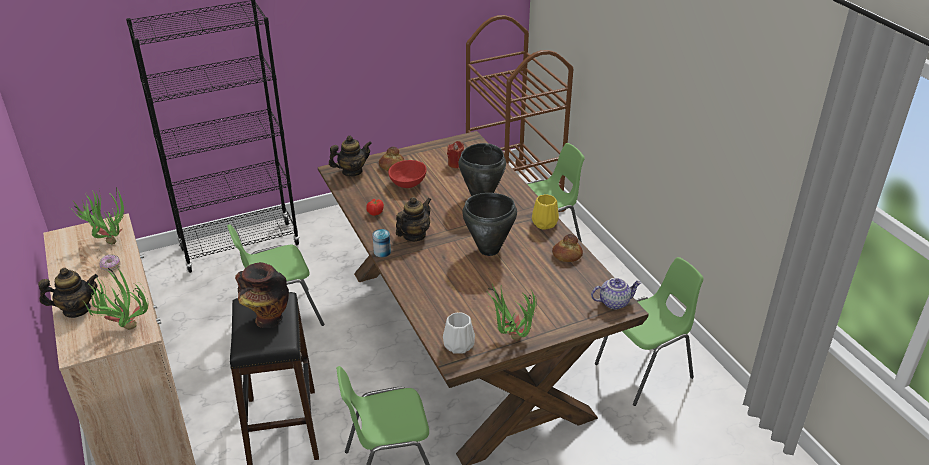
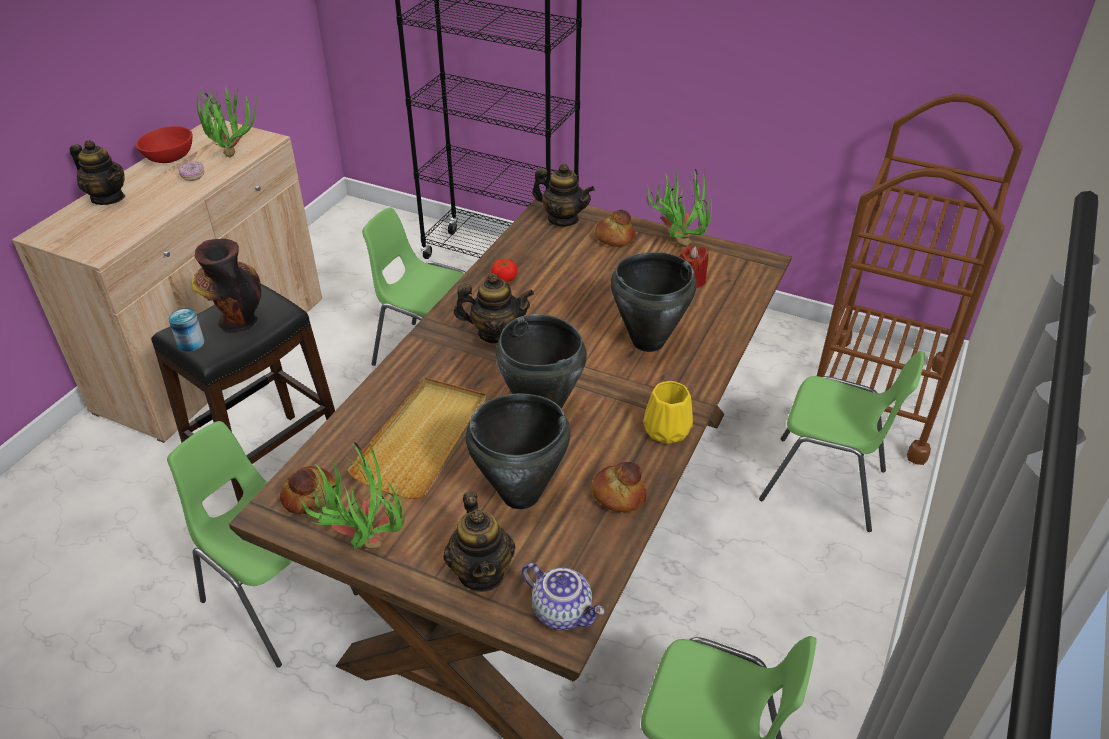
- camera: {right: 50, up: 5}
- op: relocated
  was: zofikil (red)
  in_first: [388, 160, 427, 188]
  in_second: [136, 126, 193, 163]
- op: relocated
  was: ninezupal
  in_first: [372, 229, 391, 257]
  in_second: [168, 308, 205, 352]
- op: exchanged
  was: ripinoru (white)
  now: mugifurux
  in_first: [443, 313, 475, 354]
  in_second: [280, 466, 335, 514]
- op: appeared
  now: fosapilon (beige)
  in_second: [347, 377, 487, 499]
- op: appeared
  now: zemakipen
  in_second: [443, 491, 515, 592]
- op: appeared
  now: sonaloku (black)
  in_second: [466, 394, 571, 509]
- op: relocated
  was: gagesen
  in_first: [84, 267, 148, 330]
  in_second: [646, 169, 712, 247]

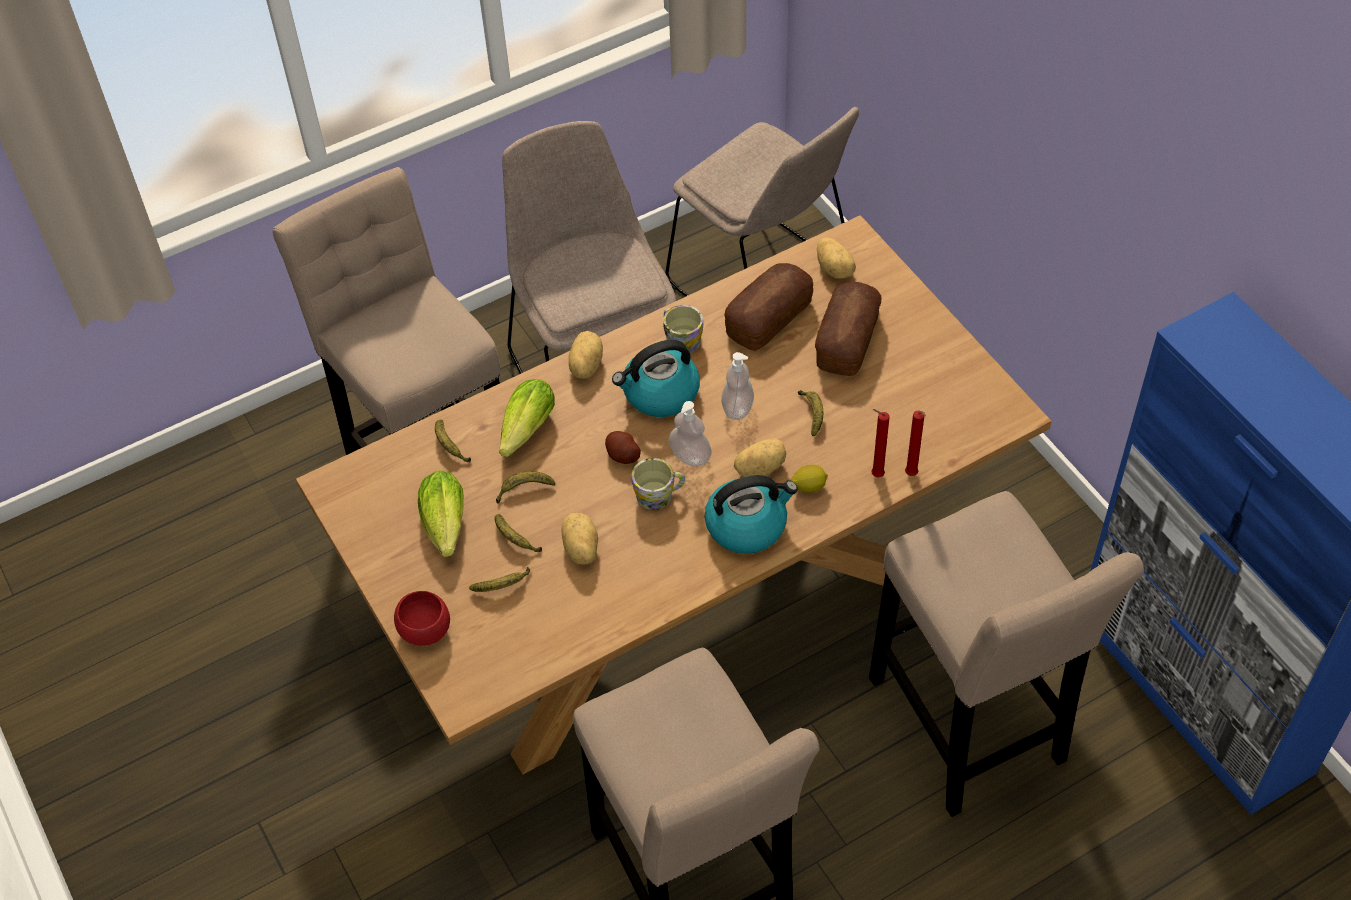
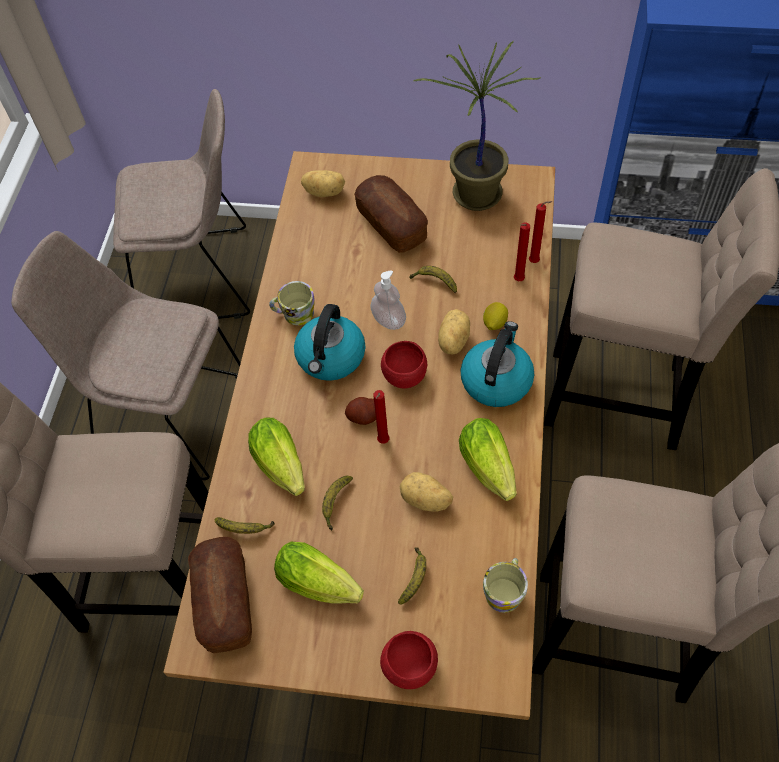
- camera: {right: -50, up: 5}
- op: relocated
  was: mugifurux
  in_first: [724, 263, 813, 351]
  in_second: [188, 537, 252, 653]
- op: appeared
  now: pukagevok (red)
  in_second: [373, 390, 389, 444]
- op: exchanged
  was: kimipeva
  now: zofikil (red)
  in_first: [669, 401, 712, 466]
  in_second: [381, 341, 427, 389]
- op: appeared
  now: gagesen
  in_second: [413, 41, 541, 211]
- op: appeared
  now: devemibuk
  in_second: [459, 418, 517, 501]
- op: relocated
  was: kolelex
  in_first: [632, 458, 685, 510]
  in_second: [483, 558, 528, 613]
- op: missing
  was: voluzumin
  in_first: [495, 514, 542, 552]
- op: missing
  was: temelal
  in_first: [569, 331, 603, 379]

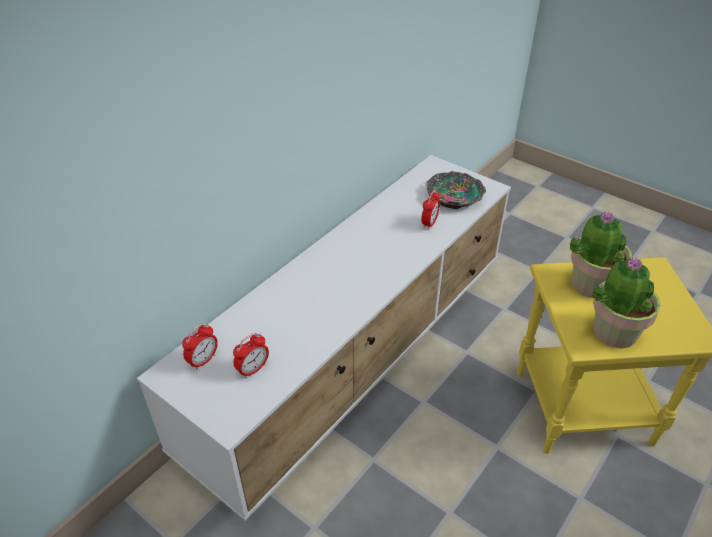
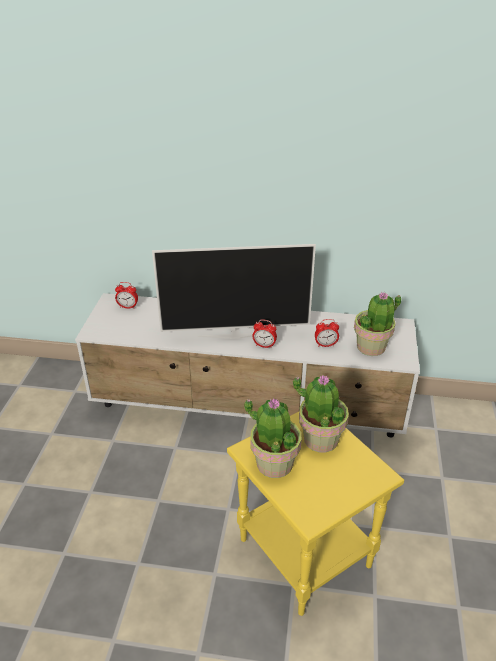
- camera: {right: 60, up: -5}
- op: appeared
  now: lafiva
  in_second: [152, 244, 316, 339]
- op: relocated
  was: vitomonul
  in_first: [233, 333, 269, 379]
  in_second: [252, 319, 277, 349]
- op: exchanged
  was: zofikil
  now: gagesen
  in_first: [427, 171, 486, 209]
  in_second: [354, 292, 401, 356]

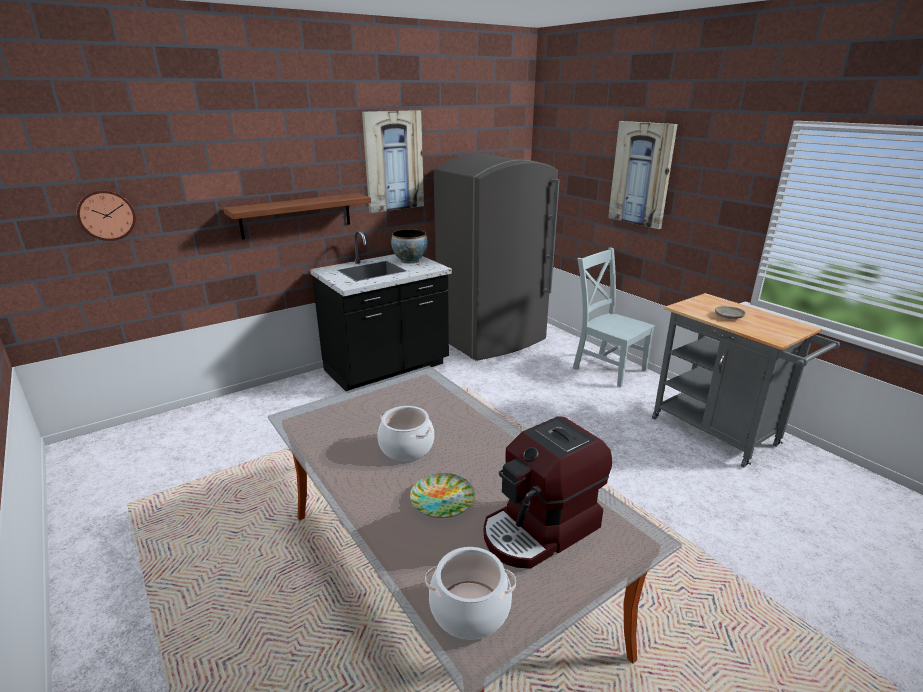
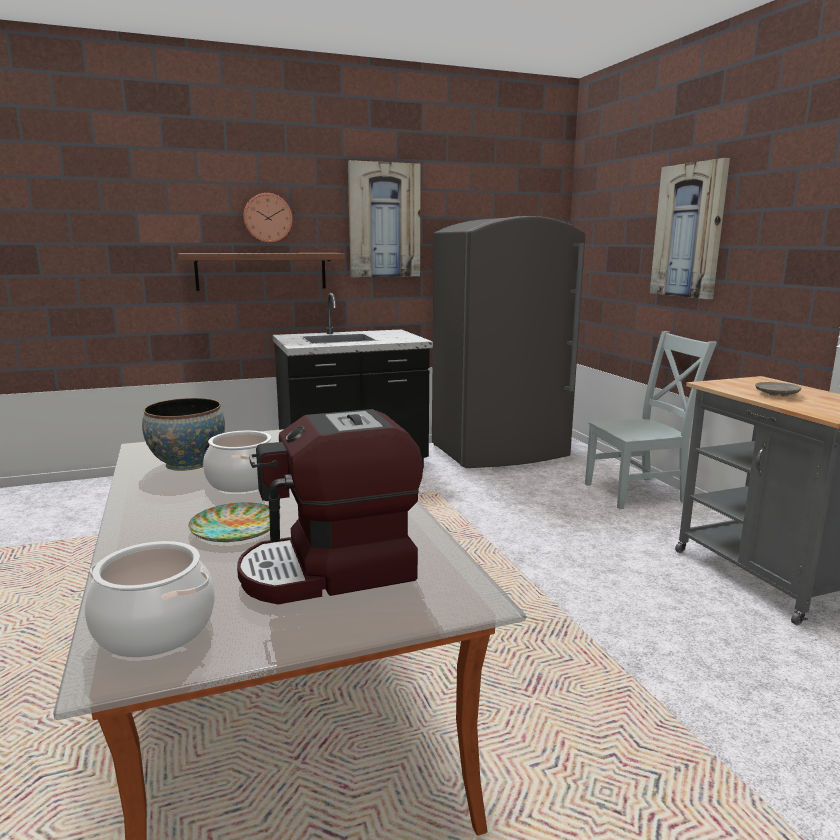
- camera: {right: 15, up: -10}
- op: relocated
  was: zofikil
  in_first: [391, 229, 427, 264]
  in_second: [142, 398, 225, 471]
- op: relocated
  was: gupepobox
  in_first: [76, 190, 136, 241]
  in_second: [243, 193, 293, 243]
- op: spun
  was: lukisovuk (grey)
  in_first: [573, 247, 655, 387]
  in_second: [585, 331, 717, 509]
  clockwise: 105

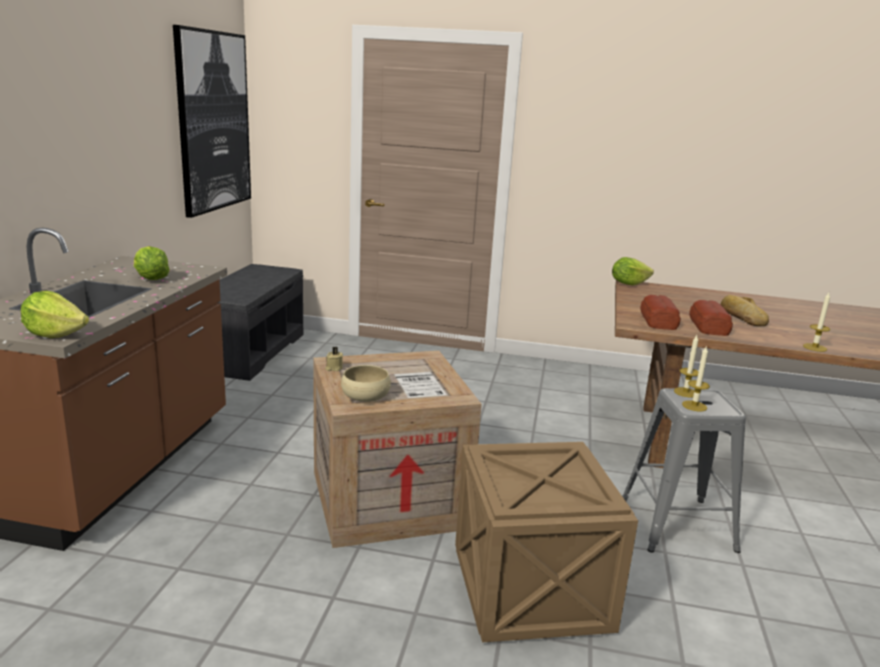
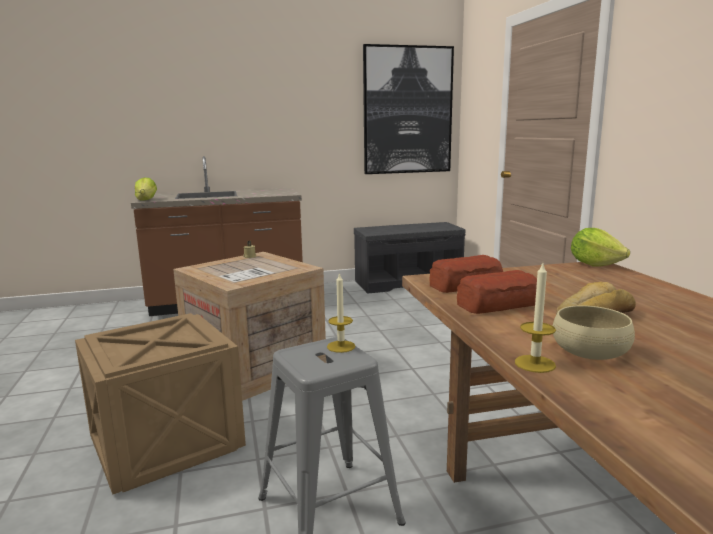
- camera: {right: 65, up: -5}
- op: relocated
  was: zofikil (beige)
  in_first: [341, 365, 391, 402]
  in_second: [553, 306, 635, 360]
- op: missing
  was: devemibuk
  in_first: [134, 246, 170, 280]
- op: missing
  was: pukagevok
  in_first: [682, 345, 710, 411]

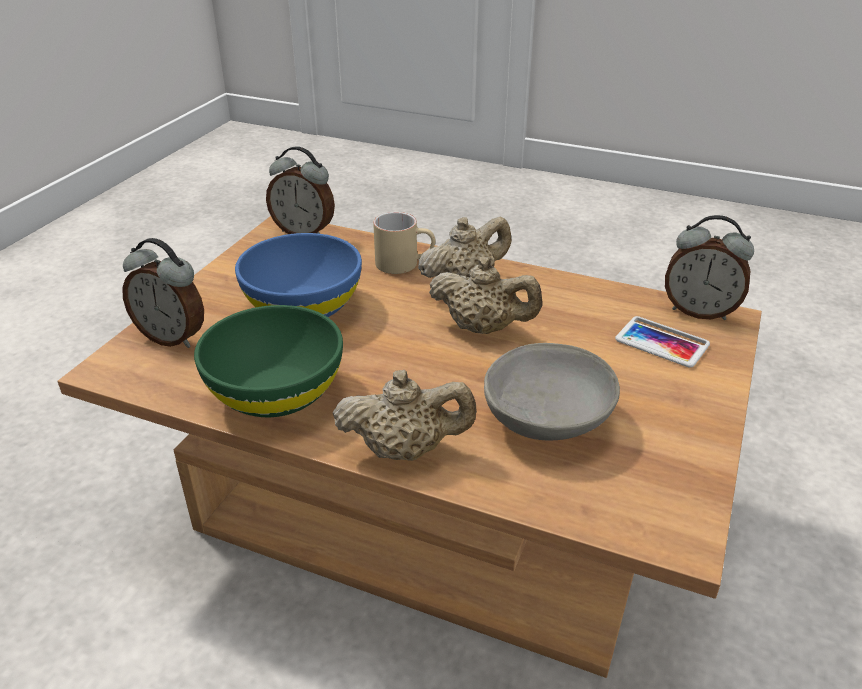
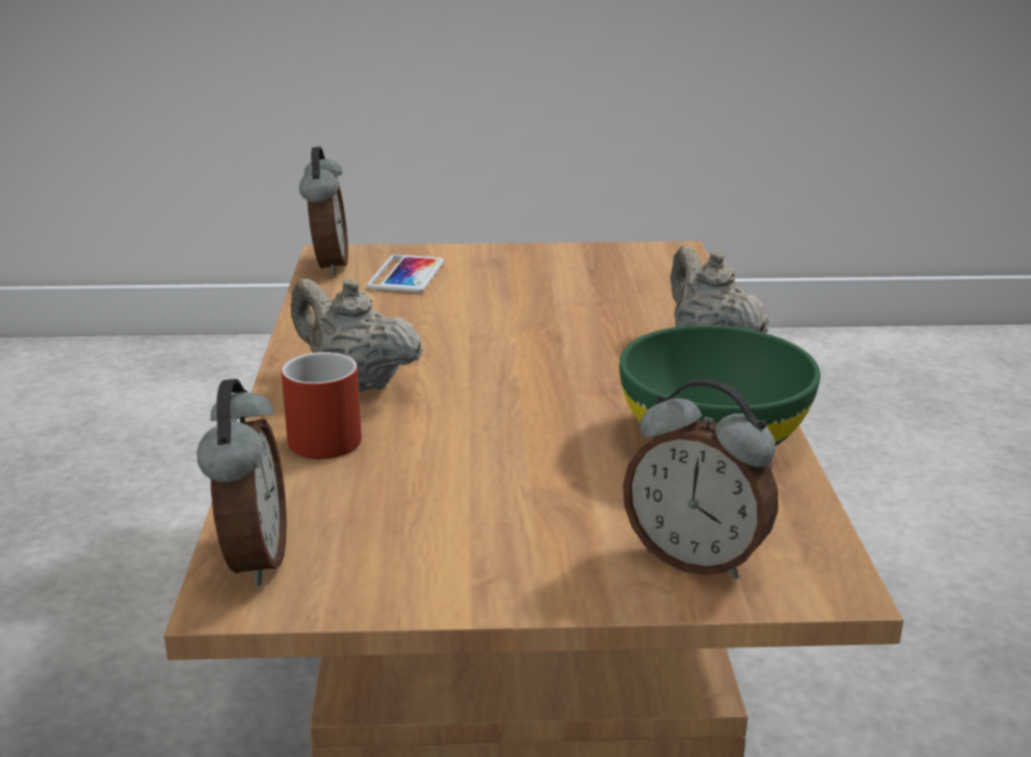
- camera: {right: -115, up: -10}
- op: colour
  was: kolelex (beige)
  now: kolelex (red)
  in_first: [373, 212, 436, 274]
  in_second: [281, 352, 362, 459]
- op: spun
  was: vitomonul
  in_first: [122, 238, 204, 348]
  in_second: [623, 379, 778, 580]
  clockwise: 120
- op: missing
  was: zofikil (blue)
  in_first: [235, 233, 362, 317]
- op: missing
  was: zemakipen (beige)
  in_first: [429, 257, 543, 334]
- op: missing
  was: zofikil (grey)
  in_first: [484, 343, 620, 440]

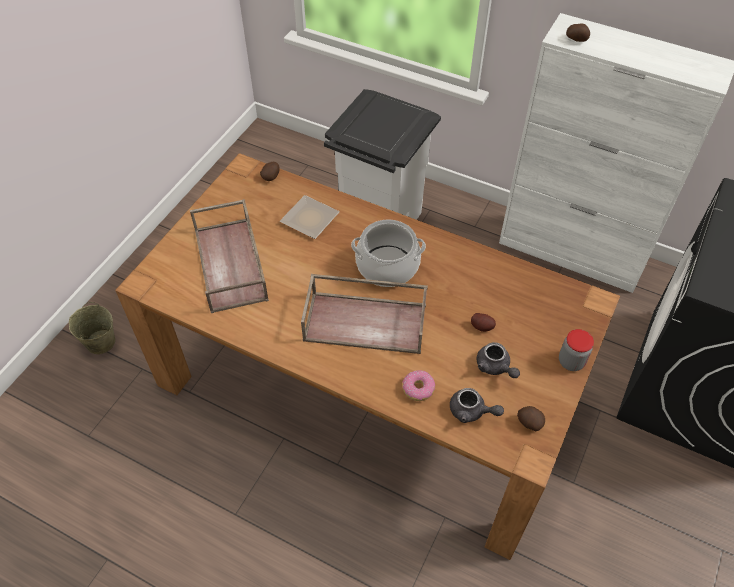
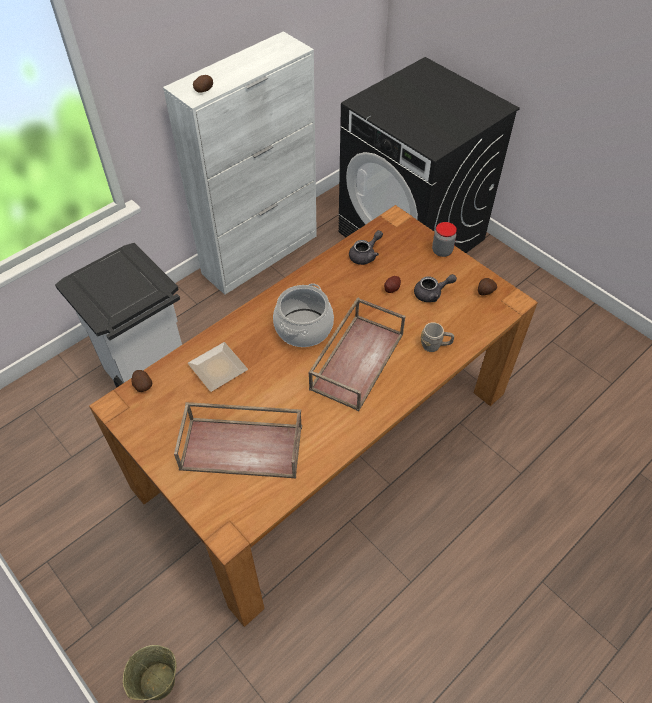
- camera: {right: -70, up: 0}
- op: relocated
  was: zemakipen (grey)
  in_first: [450, 388, 504, 423]
  in_second: [349, 230, 383, 265]
- op: exchanged
  was: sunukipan
  now: kolelex (grey)
  in_first: [402, 370, 435, 401]
  in_second: [421, 322, 454, 352]

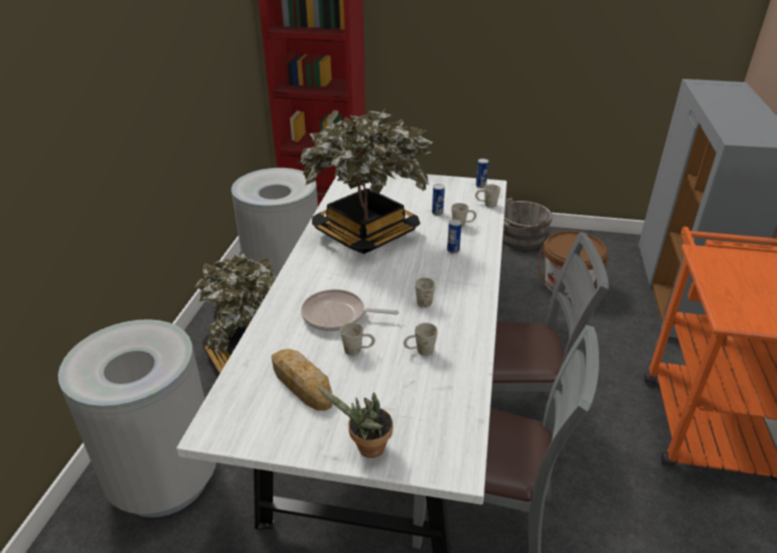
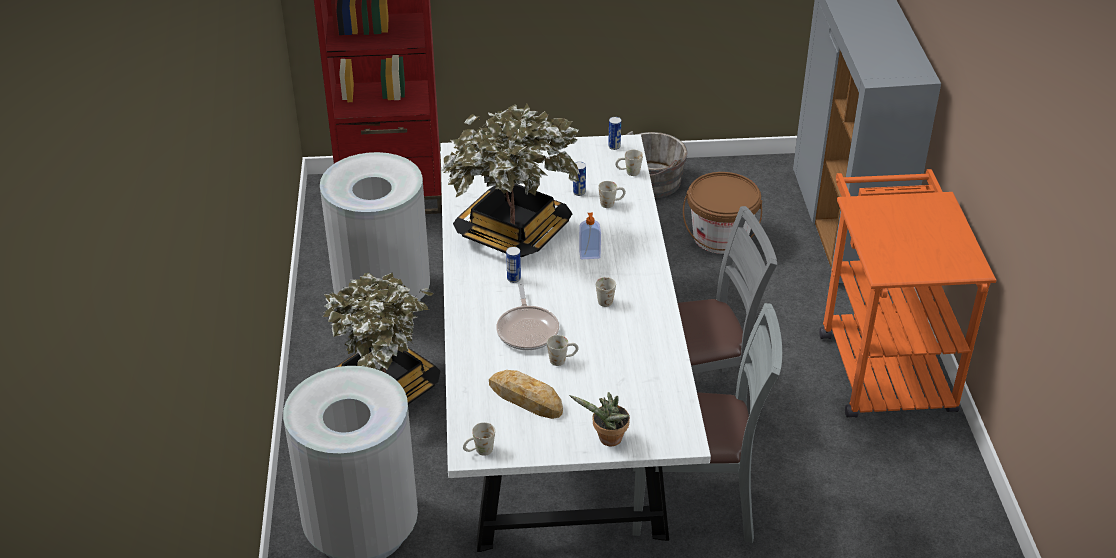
- camera: {right: -15, up: 5}
- op: relocated
  was: kolelex (white)
  in_first: [403, 323, 438, 356]
  in_second: [463, 422, 495, 456]
- op: spun
  was: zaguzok
  in_first: [301, 289, 399, 331]
  in_second: [496, 283, 559, 350]
  clockwise: -90
- op: relocated
  was: ninezupal
  in_first: [447, 219, 462, 254]
  in_second: [506, 247, 521, 283]
- op: appeared
  now: kimipeva
  in_second: [579, 213, 601, 259]

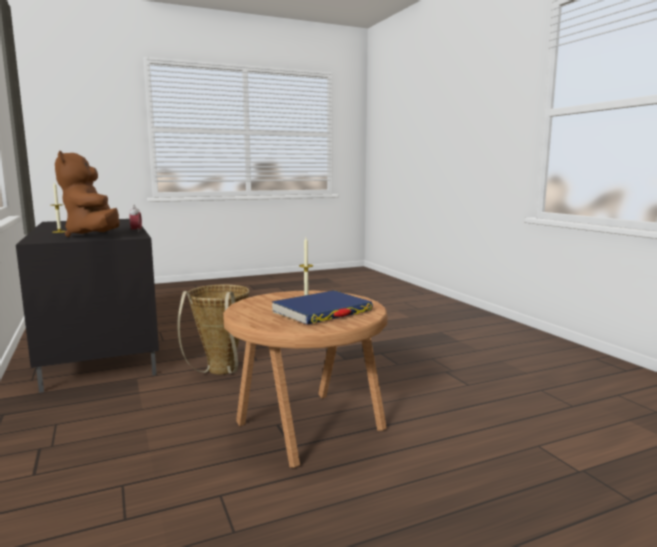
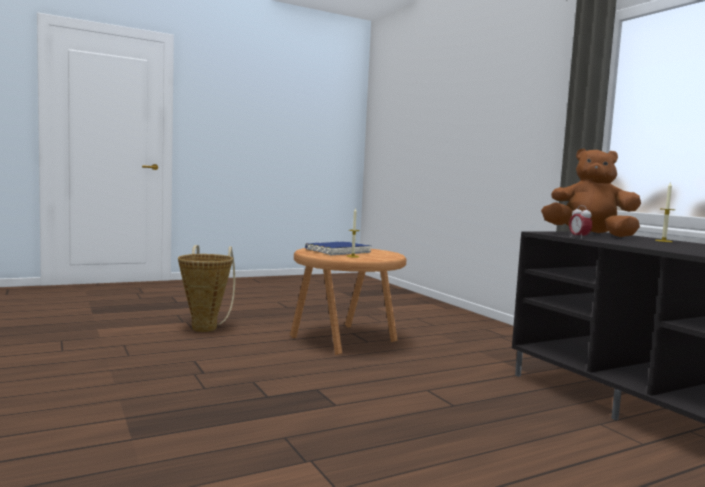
- camera: {right: 175, up: -5}
- op: relocated
  was: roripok
  in_first: [177, 285, 249, 375]
  in_second: [178, 245, 235, 332]
- op: spun
  was: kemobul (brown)
  in_first: [55, 151, 120, 237]
  in_second: [541, 149, 641, 237]
  clockwise: -45

